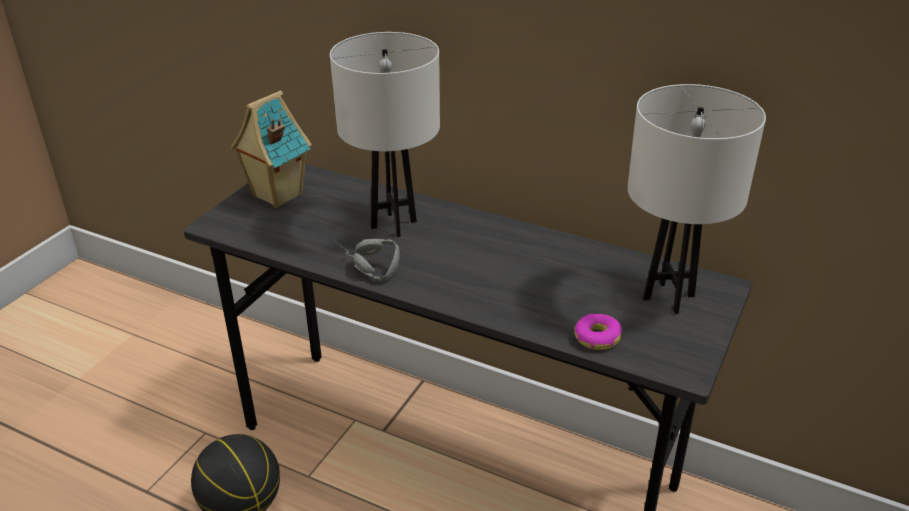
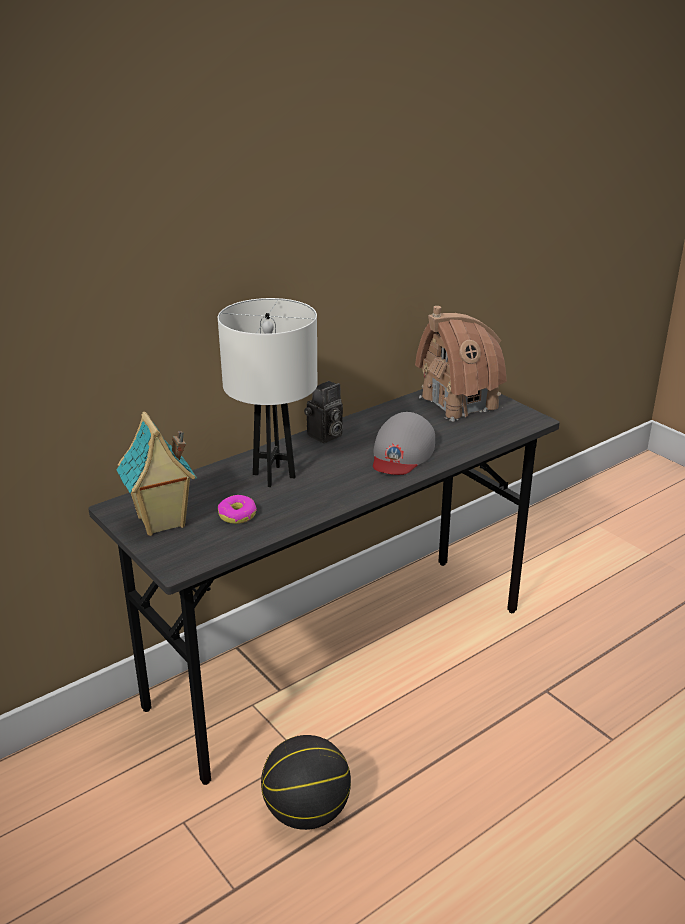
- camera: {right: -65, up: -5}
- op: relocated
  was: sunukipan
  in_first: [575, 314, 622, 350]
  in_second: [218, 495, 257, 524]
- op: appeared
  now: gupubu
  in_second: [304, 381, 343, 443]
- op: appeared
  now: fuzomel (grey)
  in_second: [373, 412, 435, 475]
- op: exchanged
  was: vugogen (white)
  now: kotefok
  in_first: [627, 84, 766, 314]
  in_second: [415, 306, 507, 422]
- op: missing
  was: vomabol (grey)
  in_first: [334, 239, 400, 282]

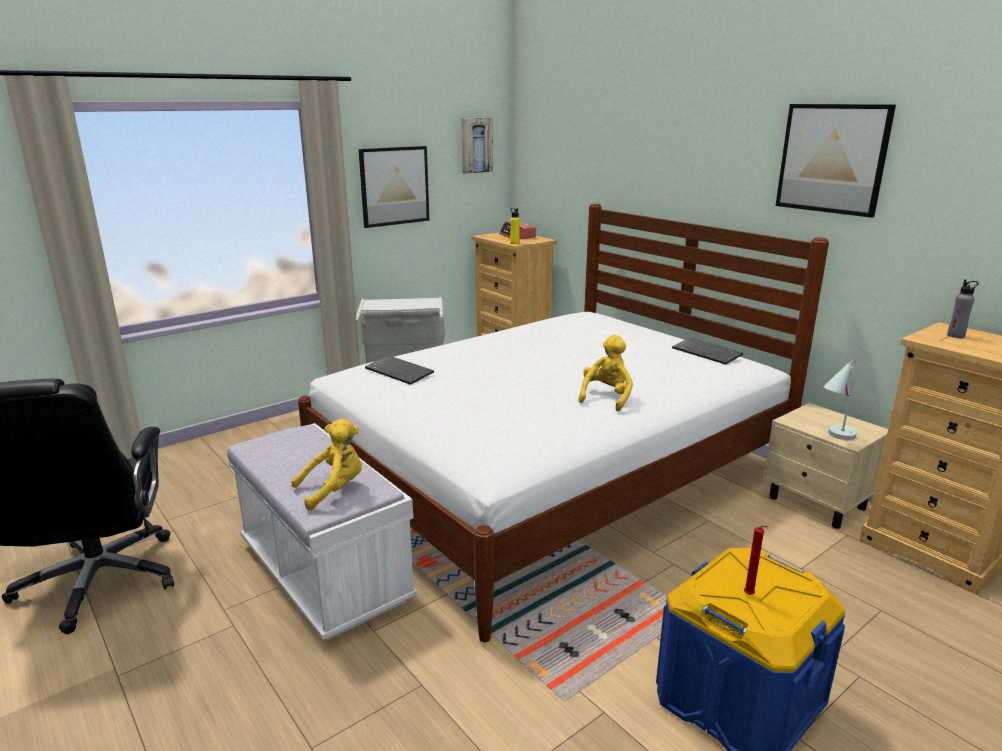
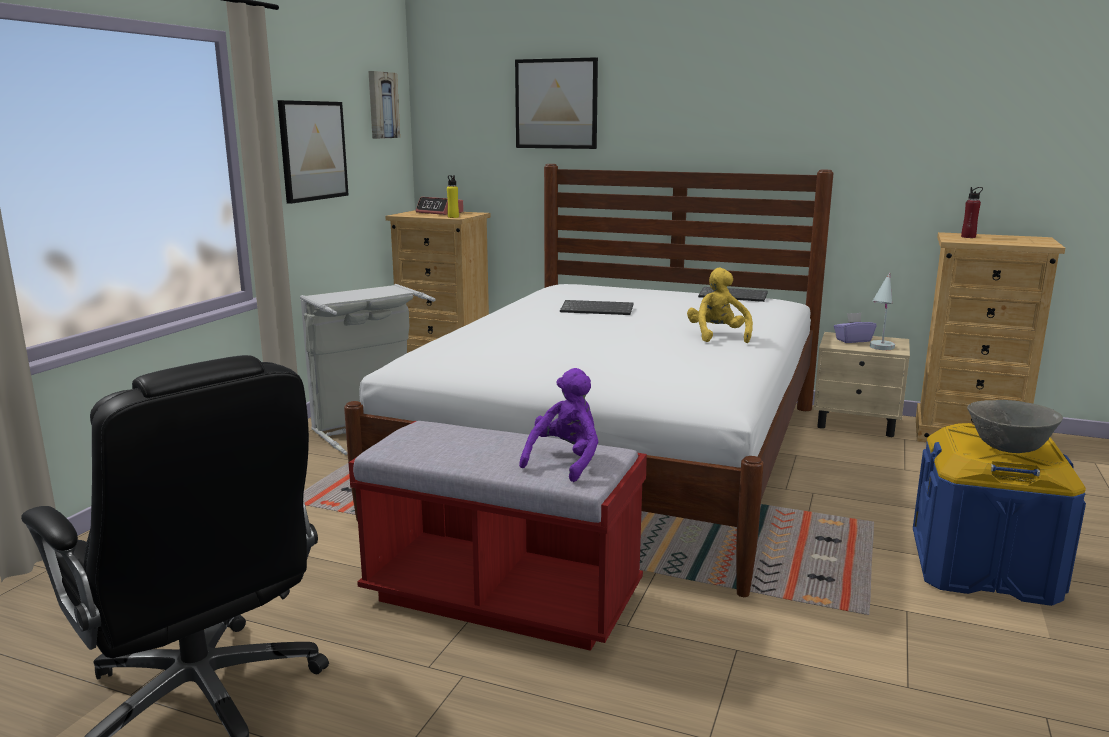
- camera: {right: -30, up: -5}
- op: colour
  was: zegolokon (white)
  now: zegolokon (red)
  in_first: [227, 423, 418, 640]
  in_second: [349, 421, 647, 651]
- op: relocated
  was: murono
  in_first: [776, 104, 896, 218]
  in_second: [515, 57, 598, 149]
- op: colour
  was: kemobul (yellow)
  now: kemobul (purple)
  in_first: [291, 419, 362, 511]
  in_second: [519, 368, 598, 482]
- op: relocated
  was: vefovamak
  in_first: [365, 355, 434, 385]
  in_second: [560, 300, 633, 315]
- op: appeared
  now: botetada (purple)
  in_second: [834, 313, 877, 343]
- op: colour
  was: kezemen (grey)
  now: kezemen (red)
  in_first: [947, 279, 979, 338]
  in_second: [961, 187, 983, 238]
- op: exchanged
  was: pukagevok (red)
  now: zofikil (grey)
  in_first: [744, 526, 768, 595]
  in_second: [967, 400, 1063, 453]

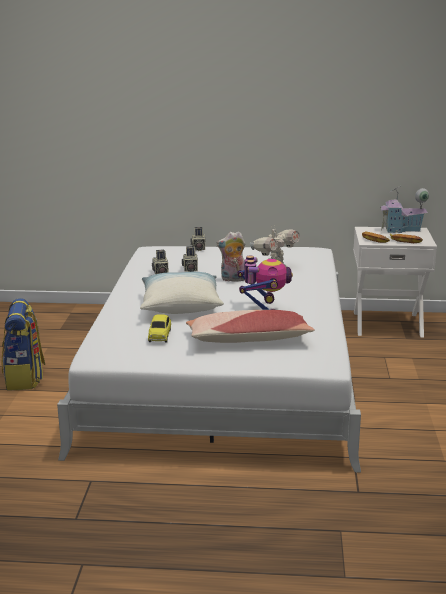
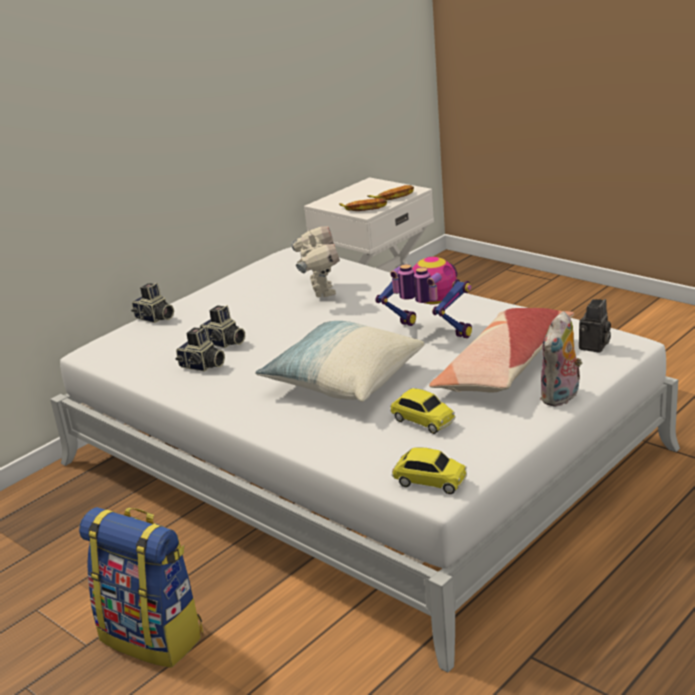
- camera: {right: -50, up: 5}
- op: appeared
  now: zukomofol
  in_second: [392, 447, 467, 494]
- op: relocated
  was: kemobul
  in_first: [217, 231, 245, 282]
  in_second: [540, 311, 582, 407]
- op: appeared
  now: gupubu
  in_second: [579, 299, 611, 353]
- op: missing
  was: kotefok
  in_first: [380, 186, 429, 233]

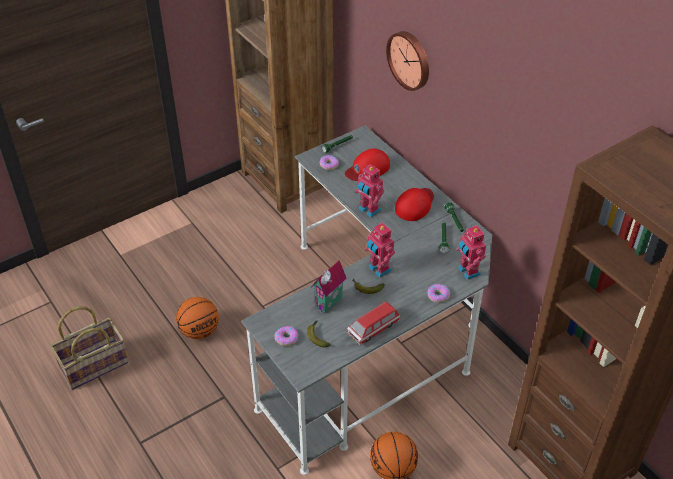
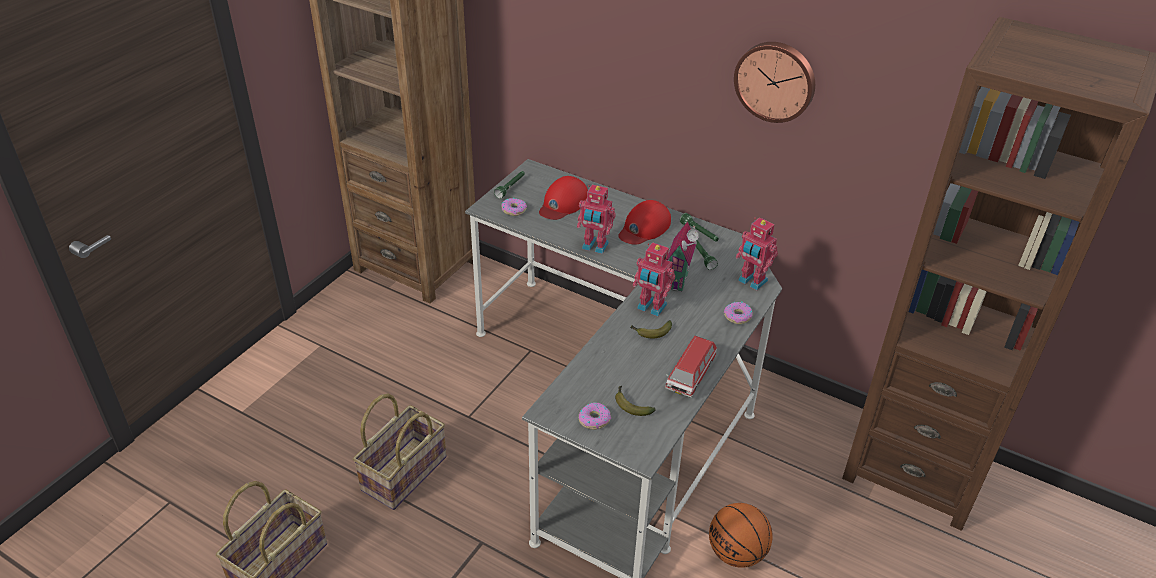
- camera: {right: -25, up: -5}
- op: exchanged
  was: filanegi
  now: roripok
  in_first: [176, 297, 219, 339]
  in_second: [353, 394, 447, 510]
- op: spun
  was: fuzomel (red)
  in_first: [395, 188, 434, 221]
  in_second: [618, 200, 671, 245]
  clockwise: -150
- op: relocated
  was: kotefok
  in_first: [311, 260, 347, 313]
  in_second: [667, 221, 699, 292]
- op: relocated
  was: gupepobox
  in_first: [386, 31, 429, 91]
  in_second: [734, 42, 815, 123]

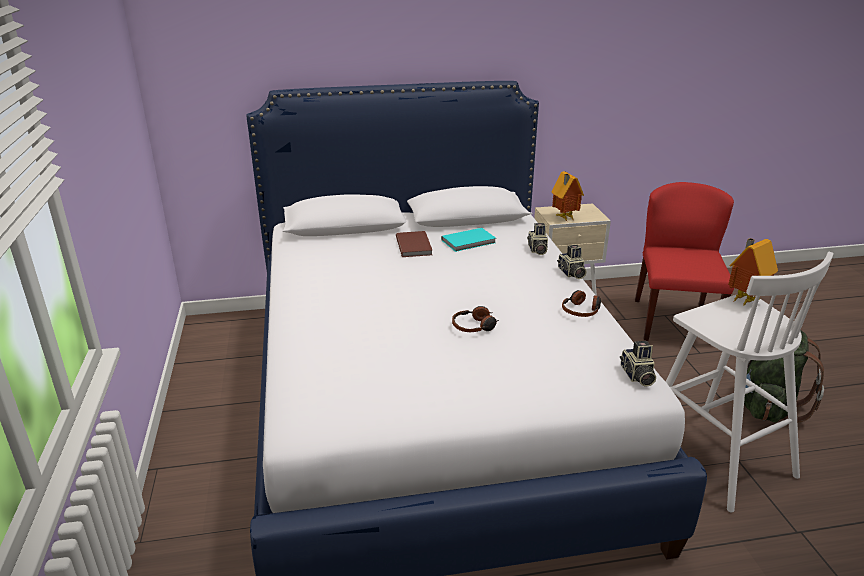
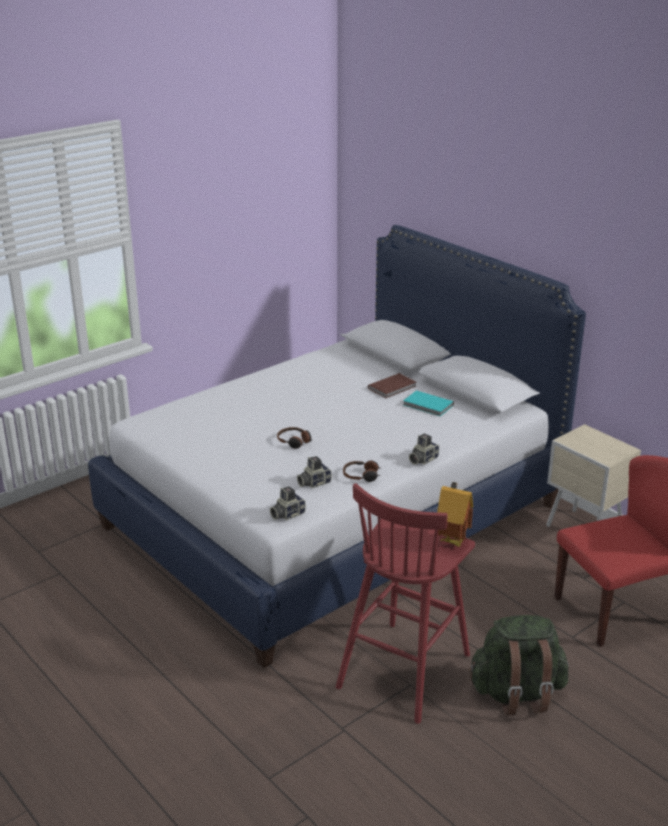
- camera: {right: 60, up: 0}
- op: relocated
  was: gupubu
  in_first: [527, 223, 548, 255]
  in_second: [297, 456, 332, 488]
- op: colour
  was: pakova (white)
  now: pakova (red)
  in_first: [666, 251, 833, 512]
  in_second: [336, 483, 475, 724]
- op: missing
  was: kotefok
  in_first: [551, 171, 584, 221]

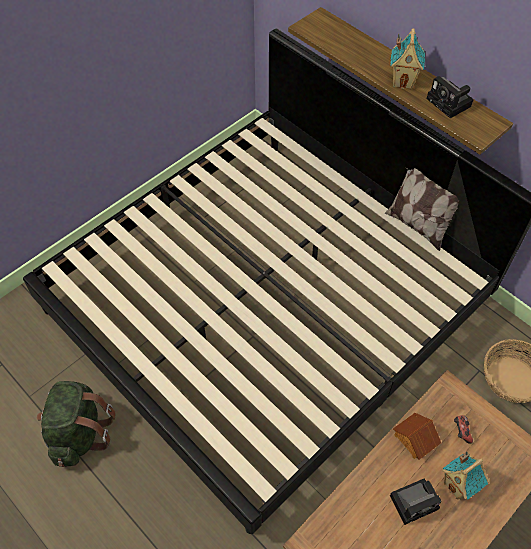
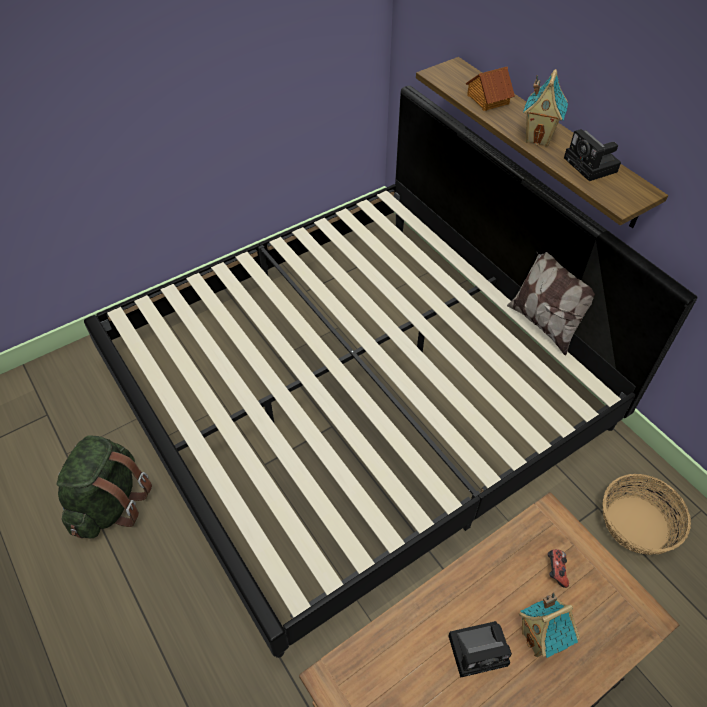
- camera: {right: 10, up: -5}
- op: relocated
  was: kotefok
  in_first: [393, 413, 441, 460]
  in_second: [466, 67, 515, 111]

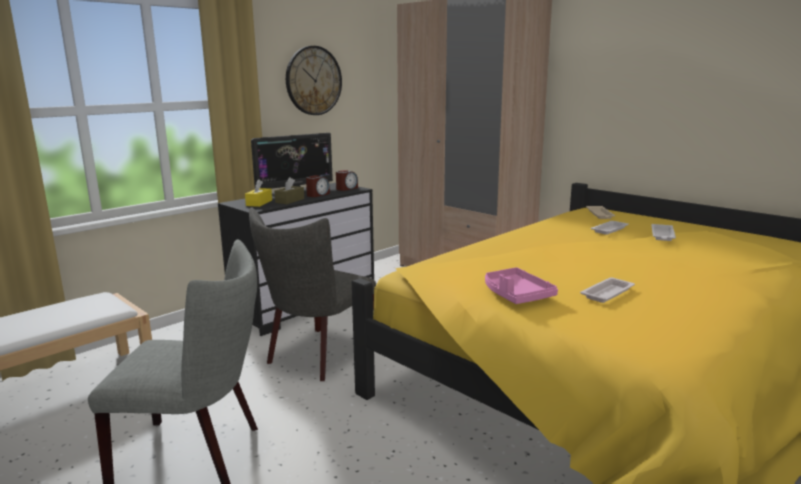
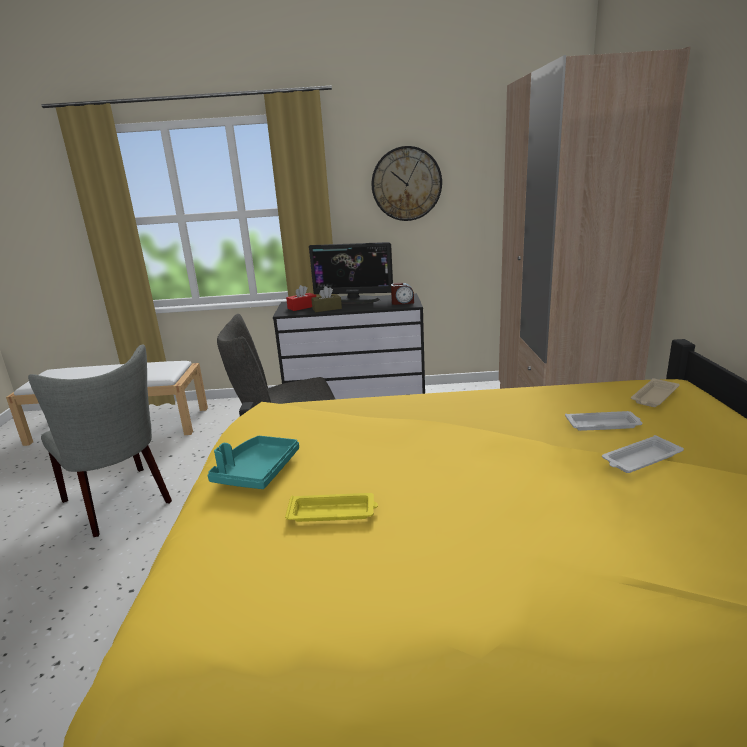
- camera: {right: 45, up: 5}
- op: colour
  was: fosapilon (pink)
  now: fosapilon (turquoise)
  in_first: [485, 267, 558, 304]
  in_second: [207, 436, 299, 489]
- op: colour
  was: fosapilon (white)
  now: fosapilon (yellow)
  in_first: [580, 277, 635, 303]
  in_second: [285, 493, 378, 522]
- op: colour
  was: botetada (yellow)
  now: botetada (red)
  in_first: [245, 179, 272, 207]
  in_second: [286, 285, 316, 311]
- op: missing
  was: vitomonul
  in_first: [306, 175, 330, 197]

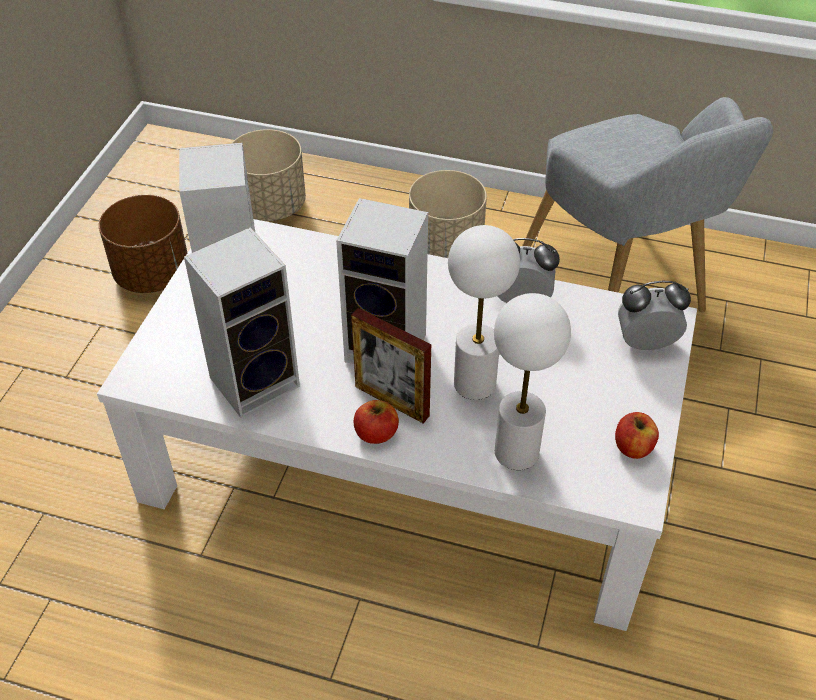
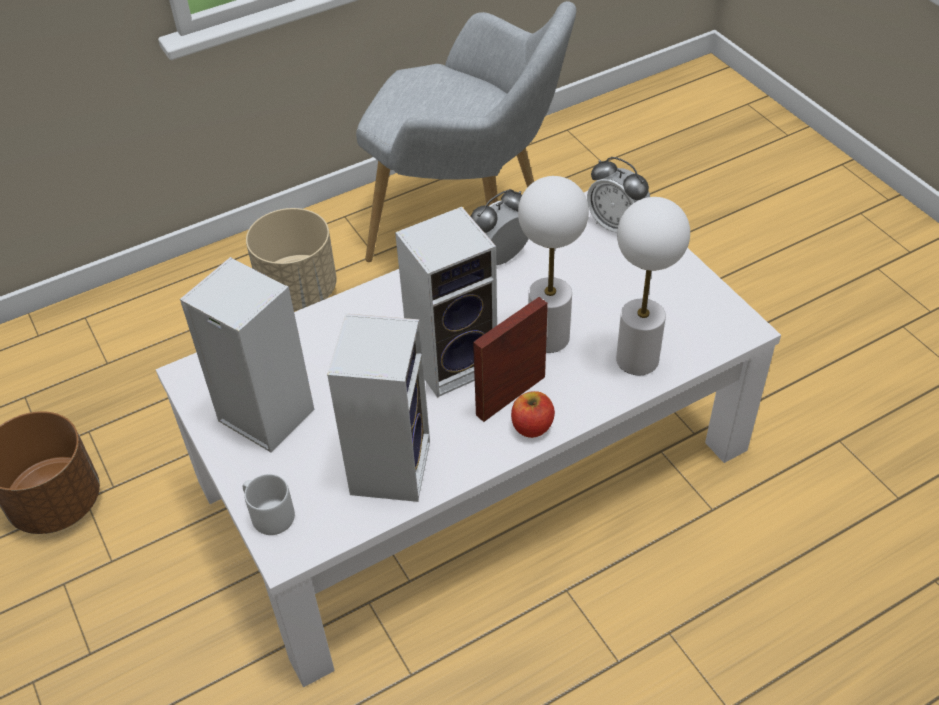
- camera: {right: -45, up: 0}
- op: appeared
  now: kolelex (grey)
  in_second: [243, 474, 295, 535]
- op: spun
  was: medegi
  in_first: [351, 308, 431, 423]
  in_second: [473, 297, 548, 422]
  clockwise: 150
- op: spun
  was: vitomonul
  in_first: [618, 281, 691, 351]
  in_second: [587, 157, 650, 233]
  clockwise: -90
- op: missing
  was: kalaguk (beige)
  in_first: [232, 129, 306, 221]
- op: missing
  was: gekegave
  in_first: [615, 412, 659, 459]

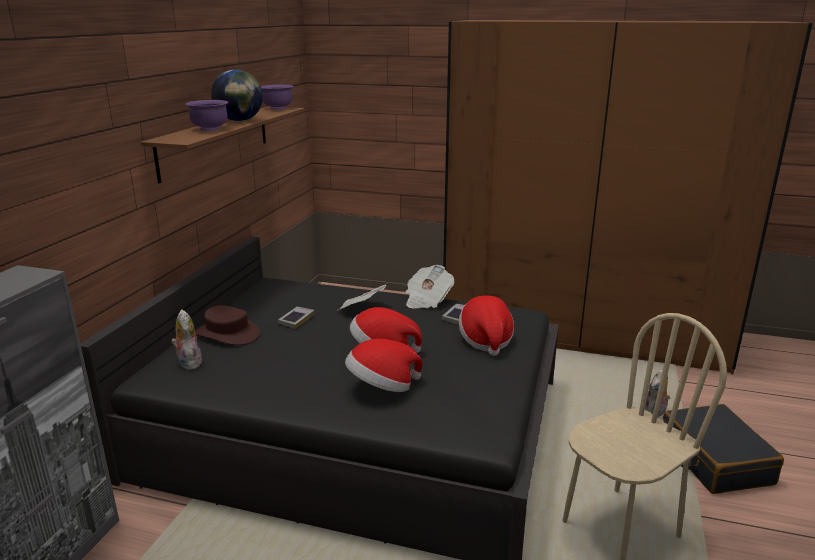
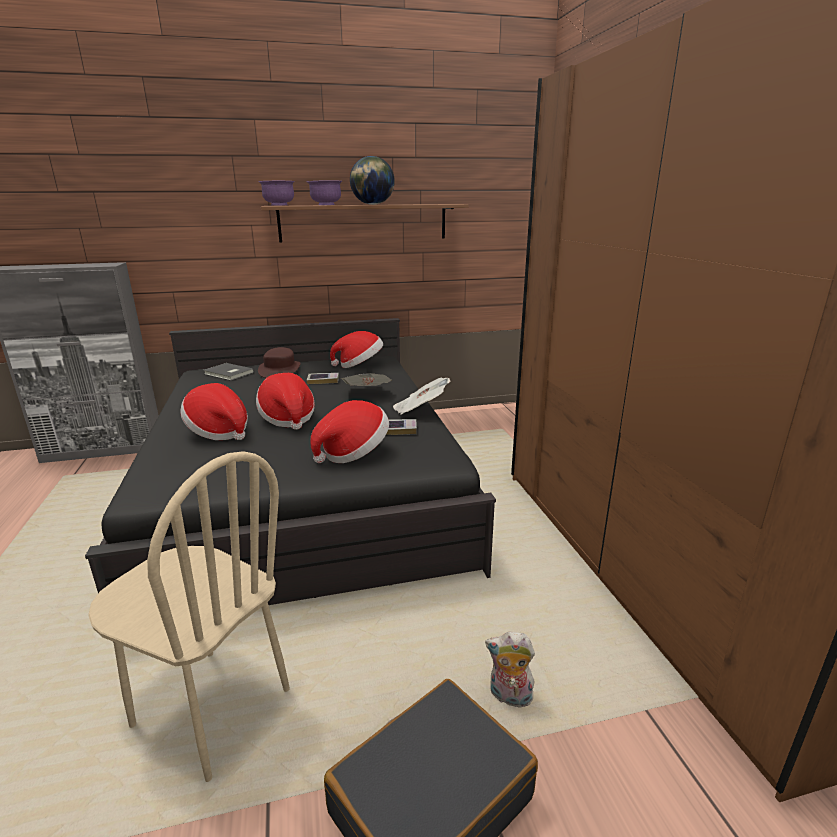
- camera: {right: 60, up: 0}
- op: exchanged
  was: kemobul
  now: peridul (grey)
  in_first: [171, 310, 203, 370]
  in_second: [203, 363, 254, 381]
- op: relocated
  was: zofikil (purple)
  in_first: [261, 84, 293, 110]
  in_second: [258, 181, 295, 206]
- op: appeared
  now: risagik
  in_second: [330, 331, 383, 368]

